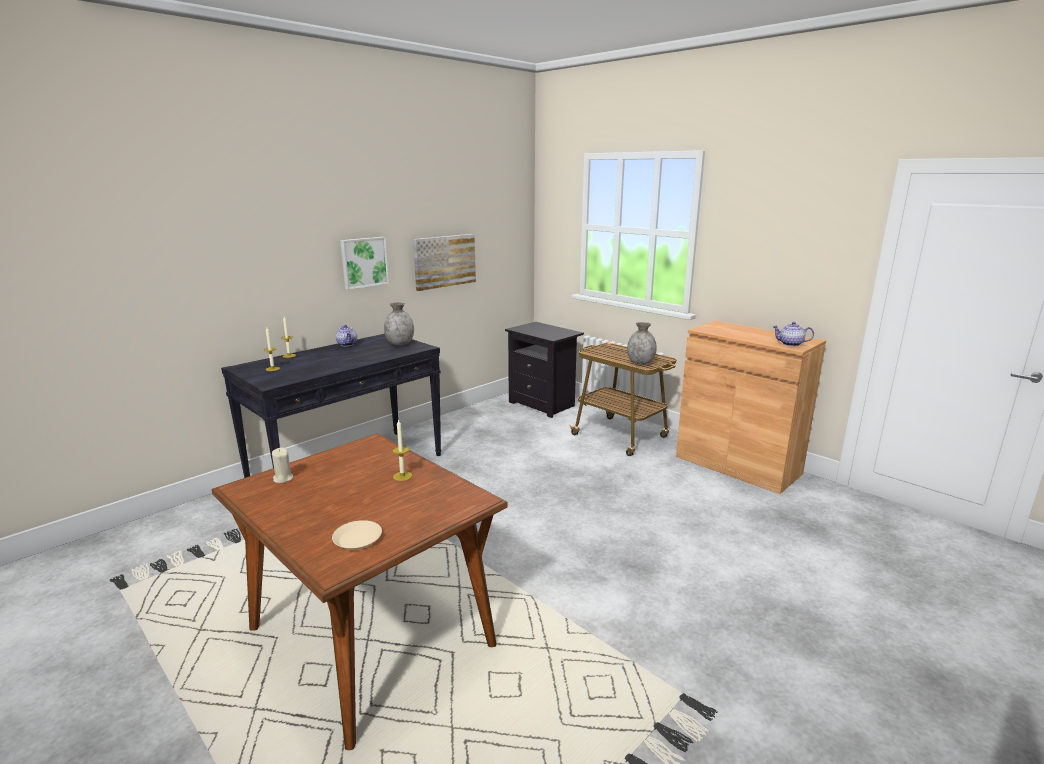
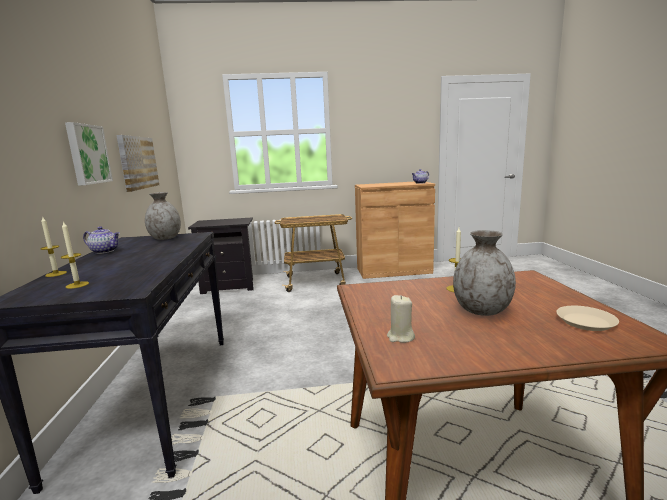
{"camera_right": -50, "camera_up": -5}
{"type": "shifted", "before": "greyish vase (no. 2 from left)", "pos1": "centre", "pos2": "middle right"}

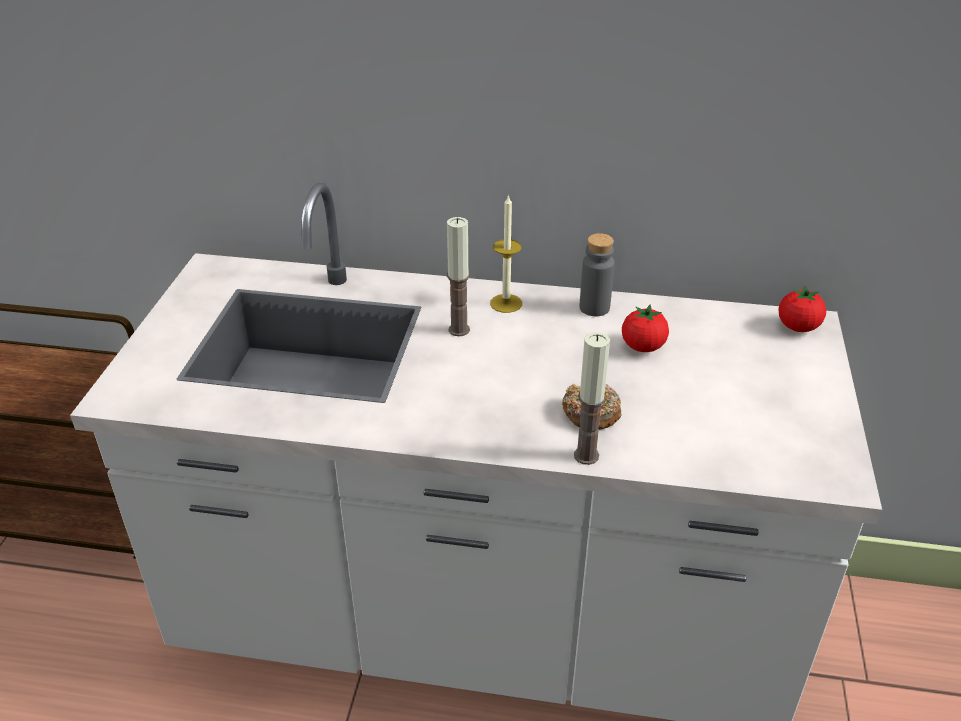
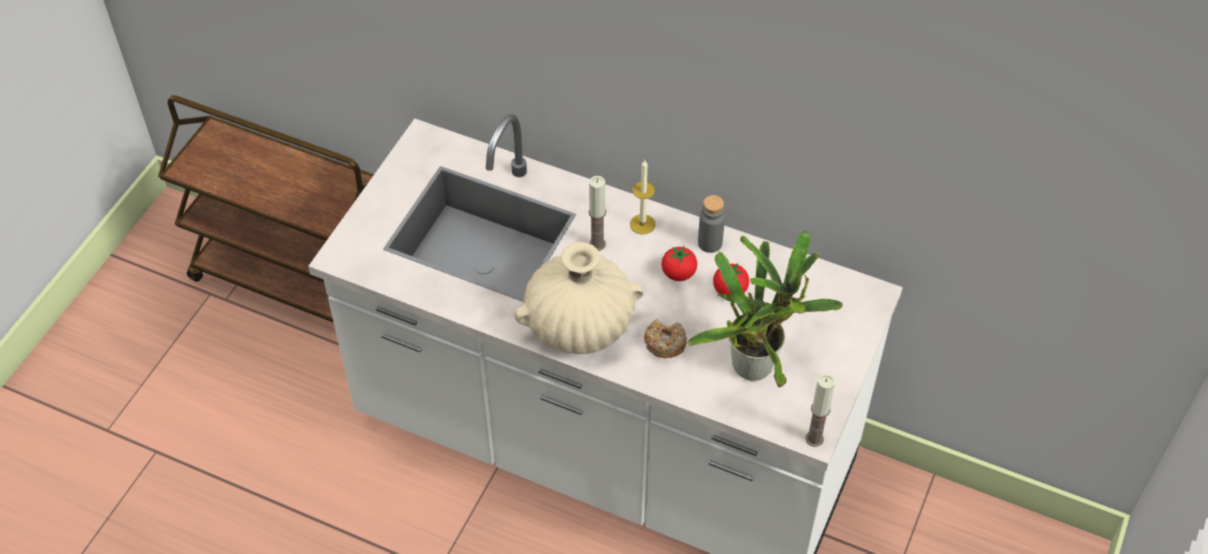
{"camera_right": 15, "camera_up": 15}
{"type": "new", "after": "beige vase", "pos2": "centre"}
{"type": "shifted", "before": "tomato (no. 2 from left in the first image)", "after": "tomato (no. 1 from left)", "pos1": "middle right", "pos2": "centre"}
{"type": "new", "after": "houseplant", "pos2": "centre"}
{"type": "shifted", "before": "candle (no. 3 from left)", "pos1": "centre", "pos2": "bottom right"}

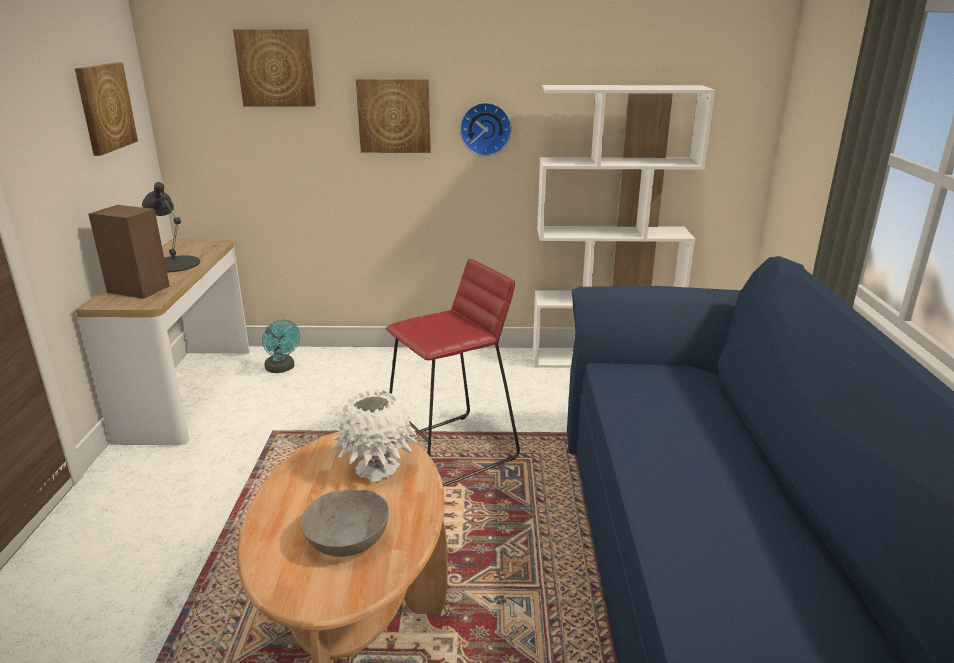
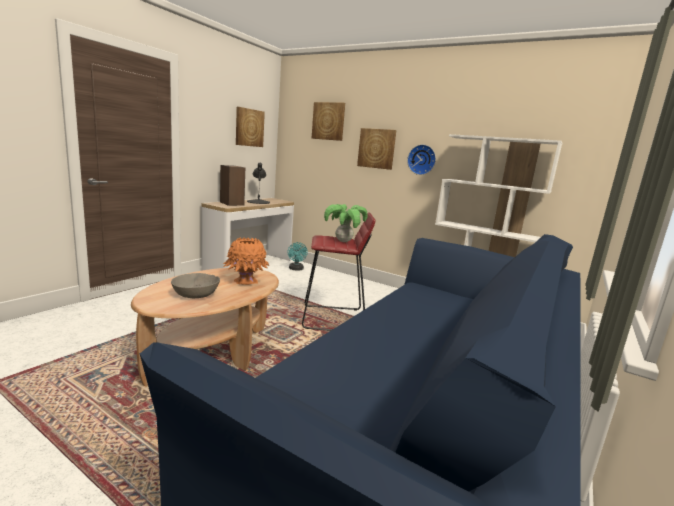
{"camera_right": 30, "camera_up": -10}
{"type": "repainted", "before": "white vase", "after": "orangey vase", "pos1": "centre", "pos2": "centre"}
{"type": "new", "after": "houseplant", "pos2": "centre"}

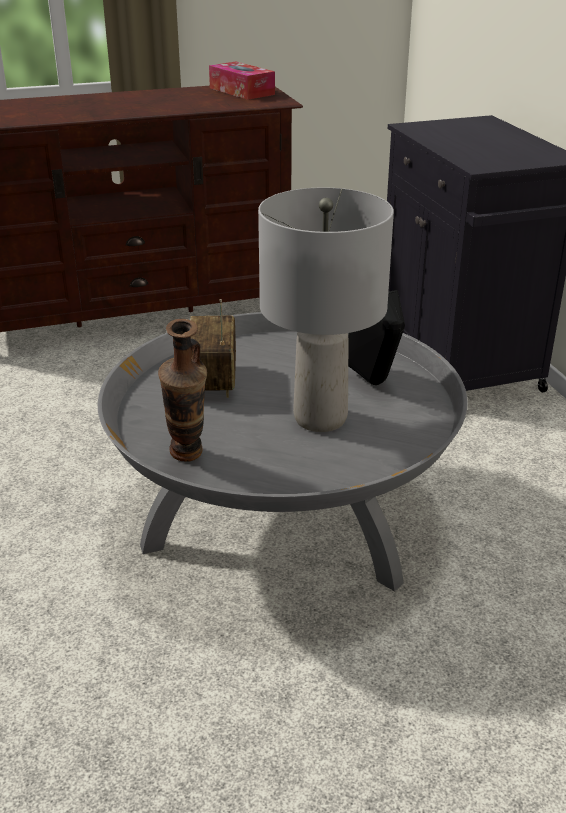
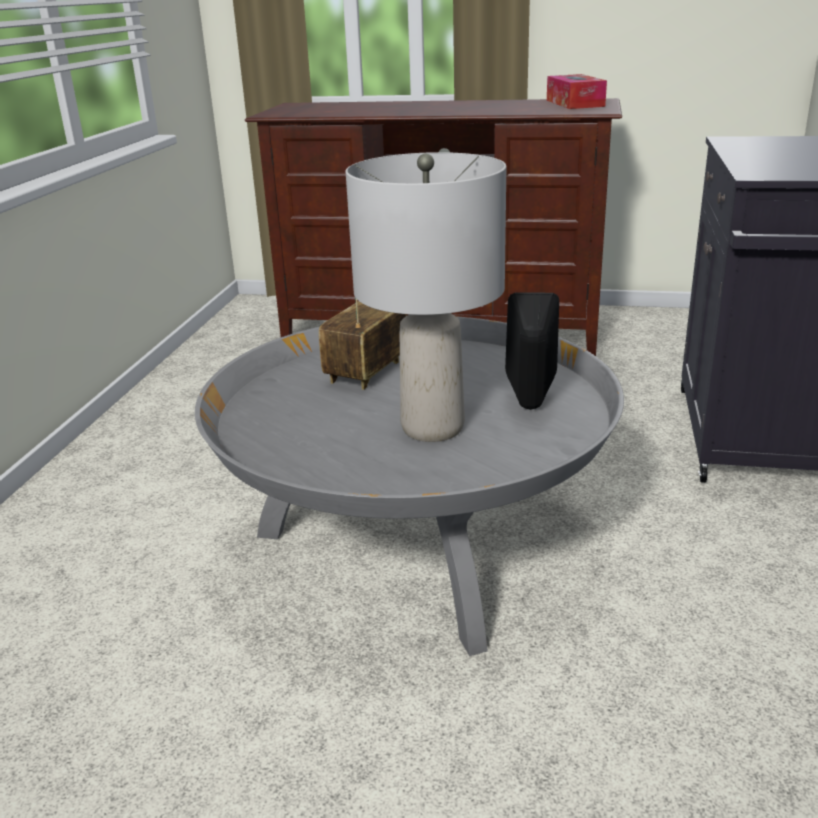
{"camera_right": 30, "camera_up": -5}
{"type": "gone", "before": "vase", "pos1": "middle left"}

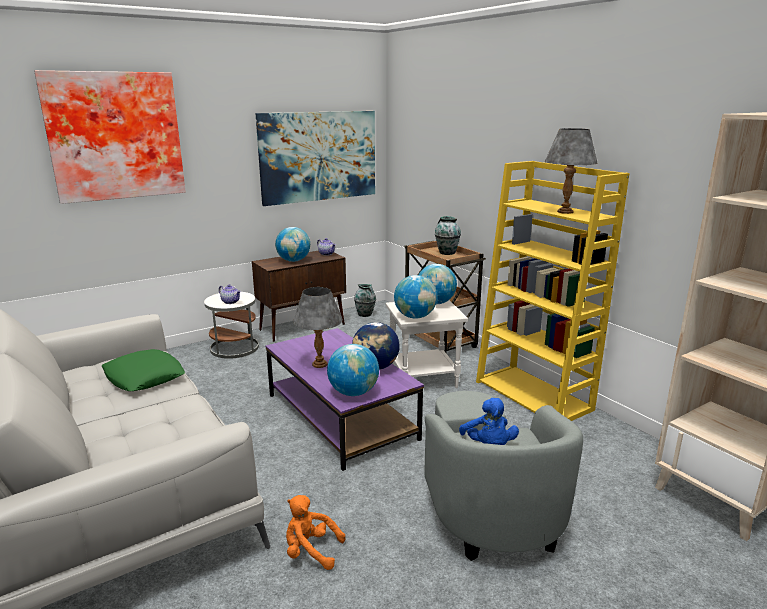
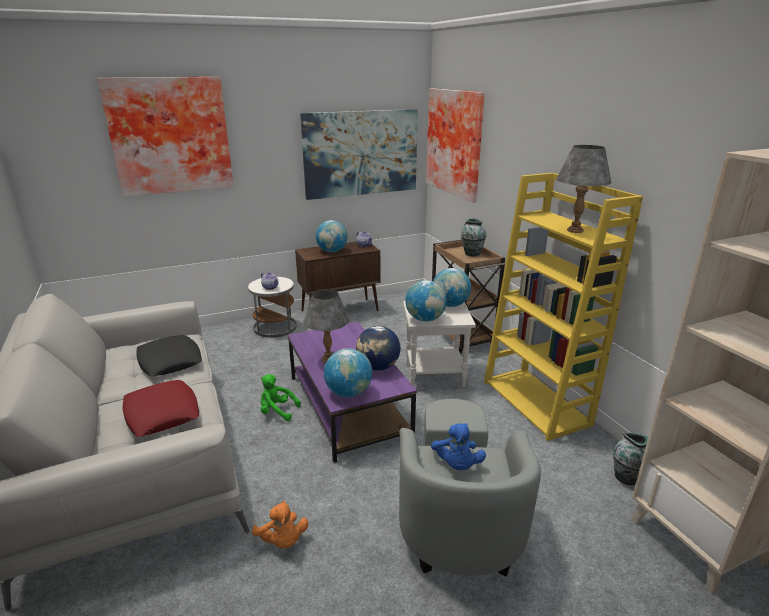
{"camera_right": 10, "camera_up": 5}
{"type": "new", "after": "red cushion", "pos2": "middle left"}
{"type": "repainted", "before": "green-coloured cushion", "after": "black cushion", "pos1": "middle left", "pos2": "middle left"}
{"type": "rotated", "before": "orangey plush toy", "pos1": "bottom centre", "pos2": "bottom centre", "turn": -150}
{"type": "new", "after": "green-coloured plush toy", "pos2": "centre"}
{"type": "new", "after": "picture (no. 3 from left)", "pos2": "top centre"}
{"type": "shifted", "before": "vase (no. 1 from left in the first image)", "after": "vase (no. 2 from left)", "pos1": "centre", "pos2": "bottom right"}

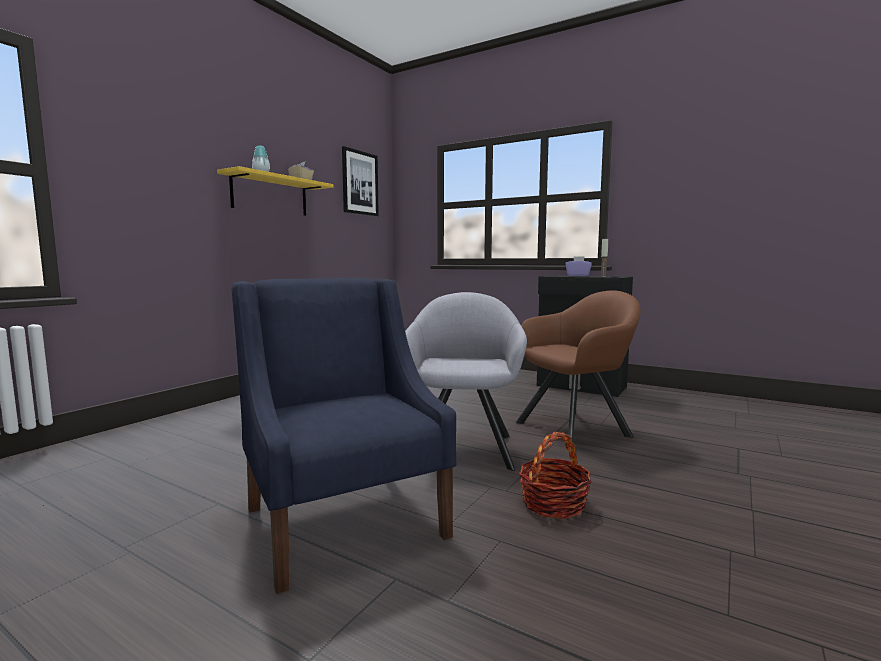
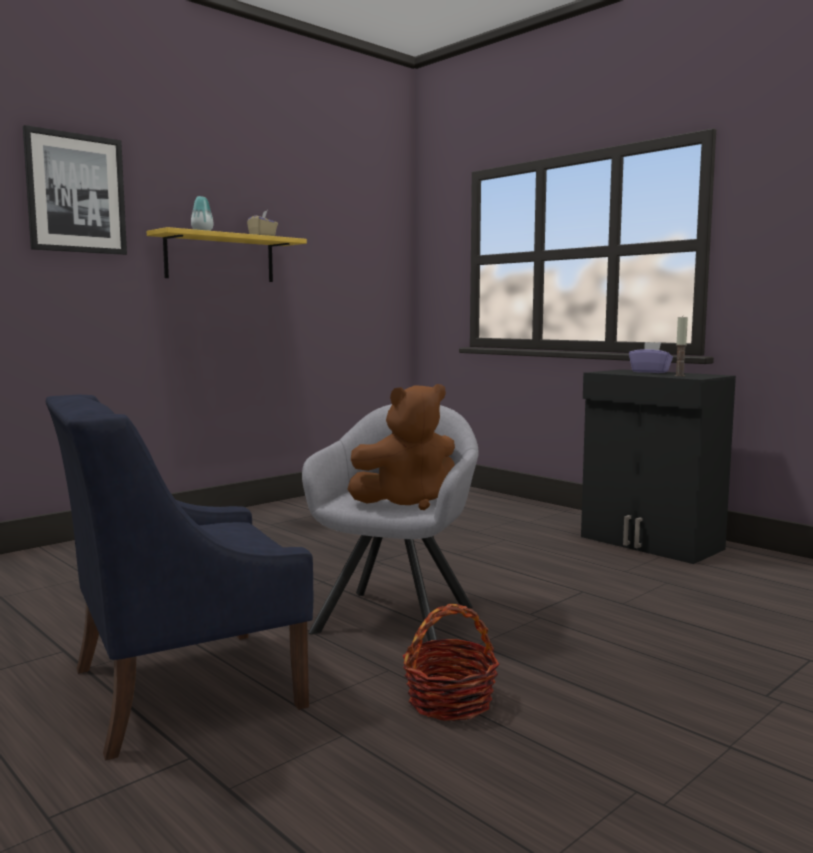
{"camera_right": 15, "camera_up": 0}
{"type": "shifted", "before": "picture", "pos1": "top centre", "pos2": "top left"}
{"type": "rotated", "before": "blue-coloured easy chair", "pos1": "centre", "pos2": "bottom left", "turn": -105}
{"type": "new", "after": "brownish plush toy", "pos2": "centre"}
{"type": "gone", "before": "brownish easy chair", "pos1": "centre"}

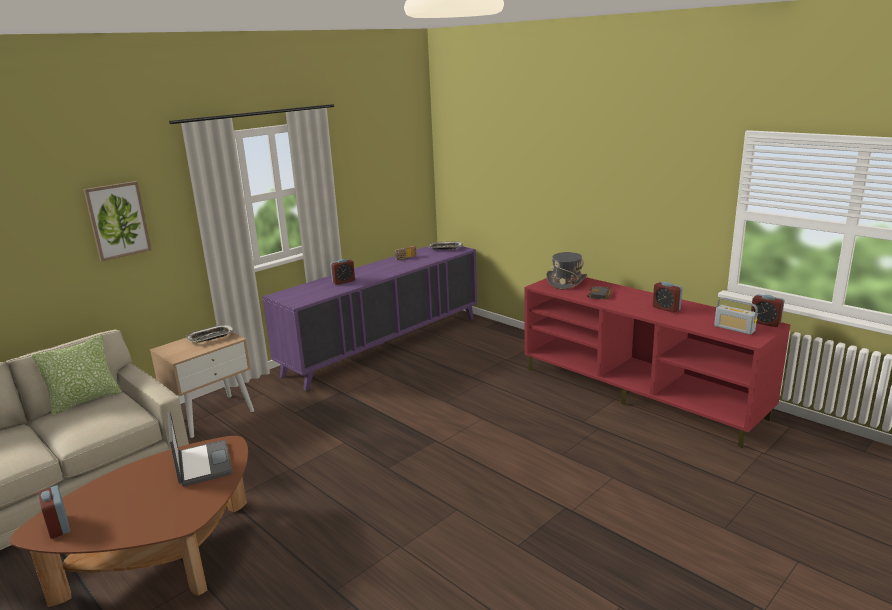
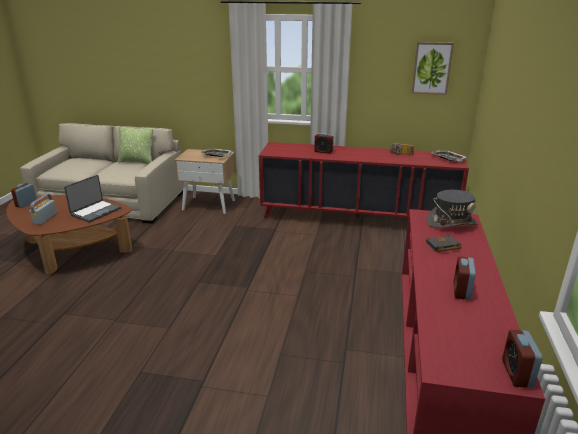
{"camera_right": 55, "camera_up": 5}
{"type": "shifted", "before": "radio set (no. 2 from left in the first image)", "after": "radio set (no. 1 from left)", "pos1": "middle right", "pos2": "middle left"}
{"type": "repainted", "before": "purple cabinet", "after": "red cabinet", "pos1": "centre", "pos2": "centre"}
{"type": "shifted", "before": "picture", "pos1": "middle left", "pos2": "top right"}

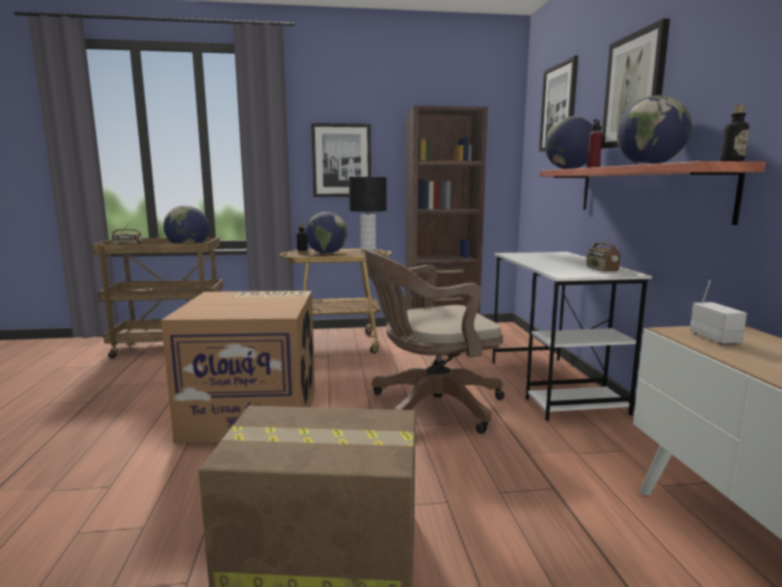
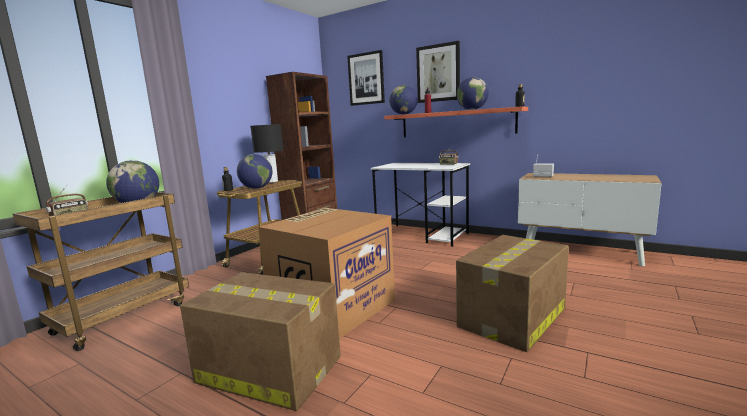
{"camera_right": -50, "camera_up": 0}
{"type": "new", "after": "packing box (no. 1 from left)", "pos2": "bottom centre"}
{"type": "gone", "before": "picture (no. 1 from left)", "pos1": "top centre"}
{"type": "gone", "before": "brownish desk chair", "pos1": "centre"}

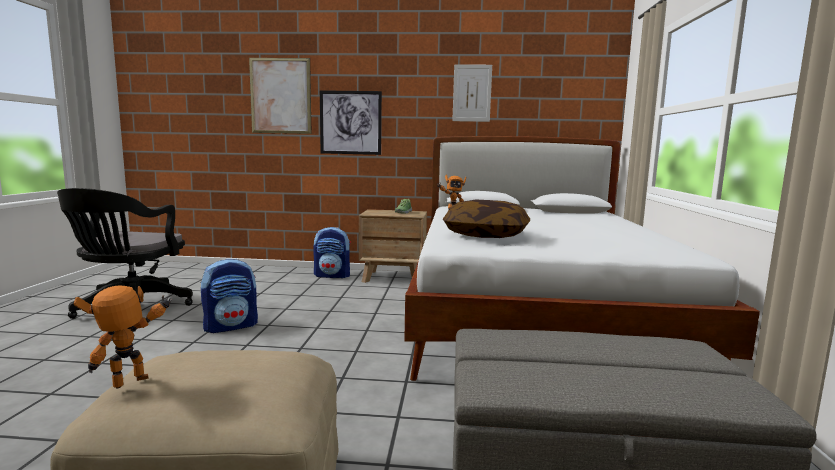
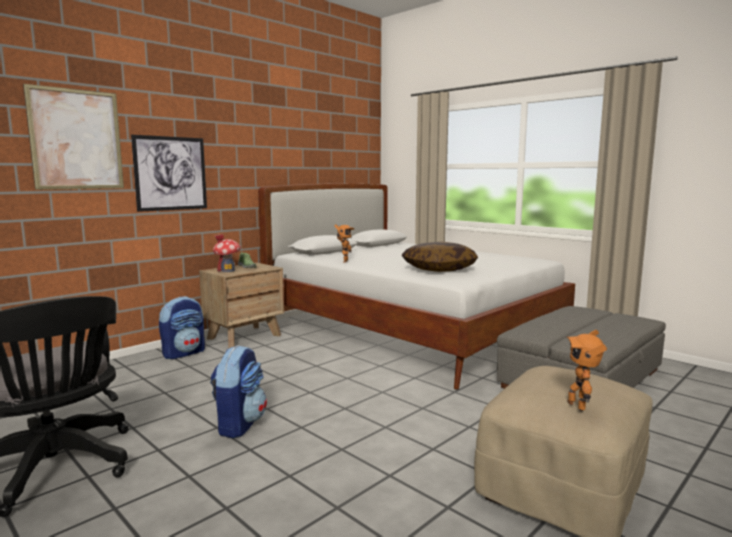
{"camera_right": -50, "camera_up": 0}
{"type": "new", "after": "model house", "pos2": "middle left"}
{"type": "gone", "before": "picture (no. 3 from left)", "pos1": "top centre"}

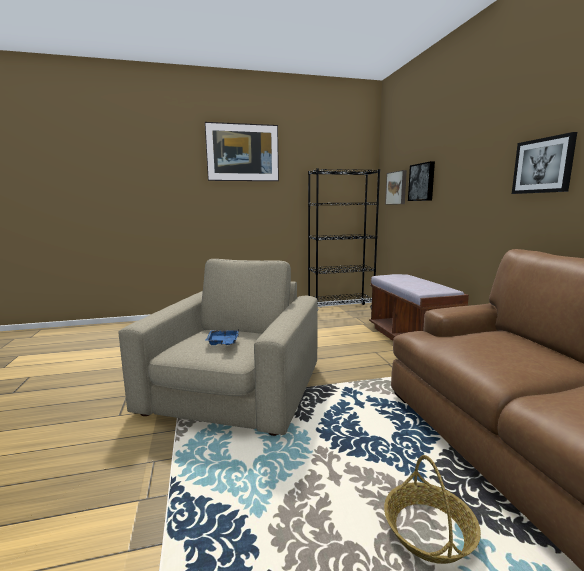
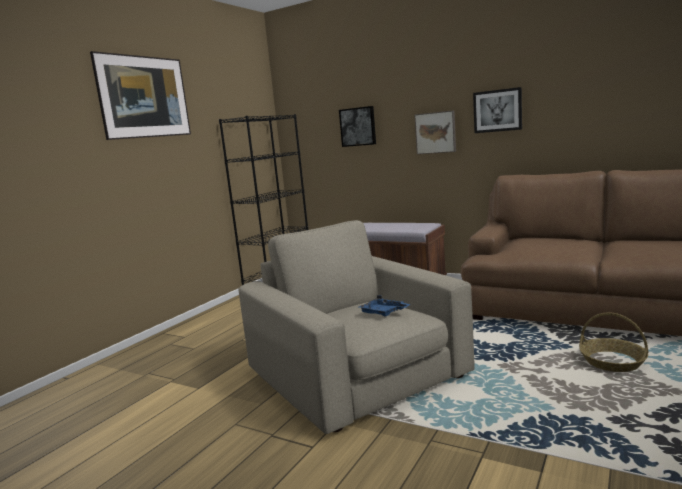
{"camera_right": -45, "camera_up": 0}
{"type": "shifted", "before": "picture (no. 2 from left in the first image)", "after": "picture (no. 3 from left)", "pos1": "top right", "pos2": "top centre"}

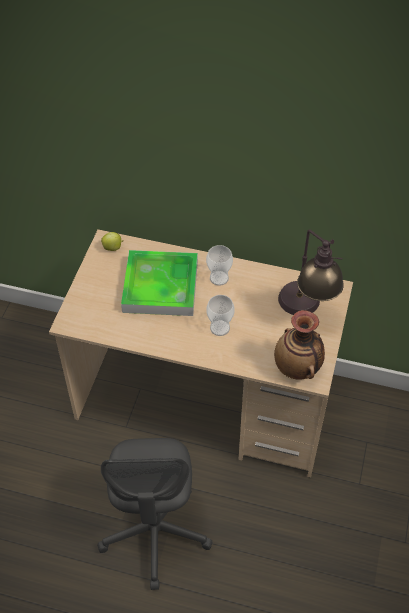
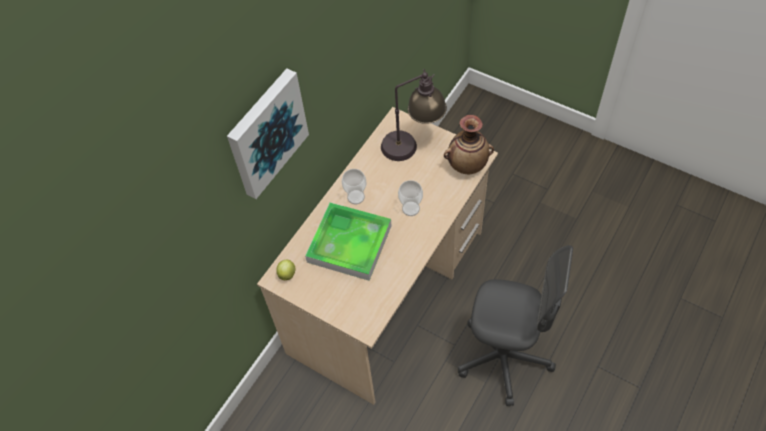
{"camera_right": -70, "camera_up": 5}
{"type": "new", "after": "picture", "pos2": "top centre"}

